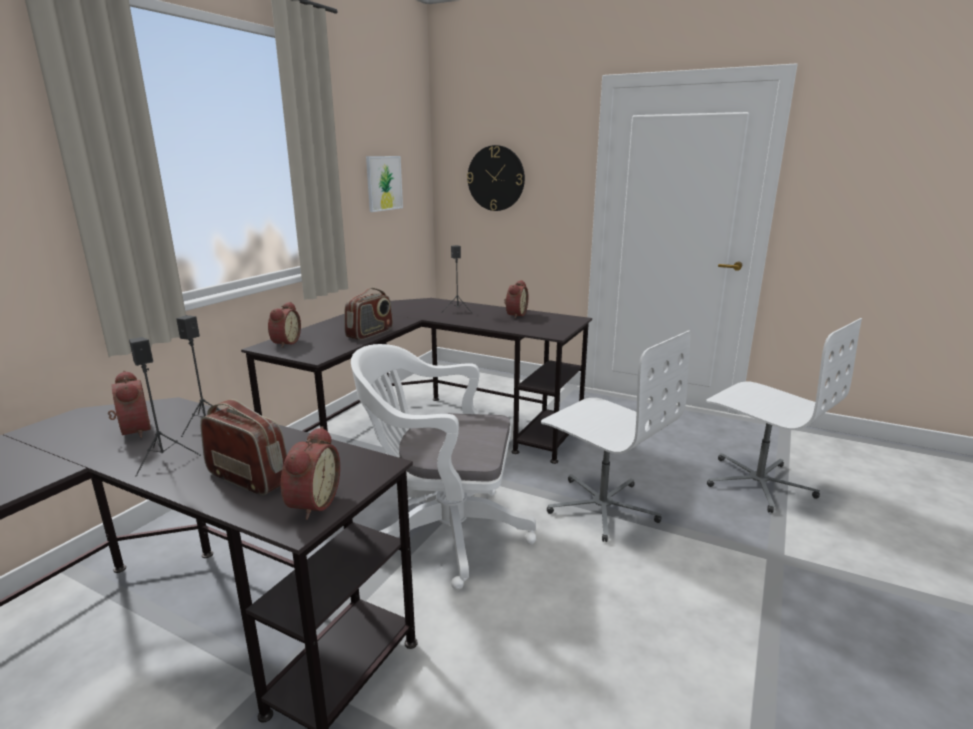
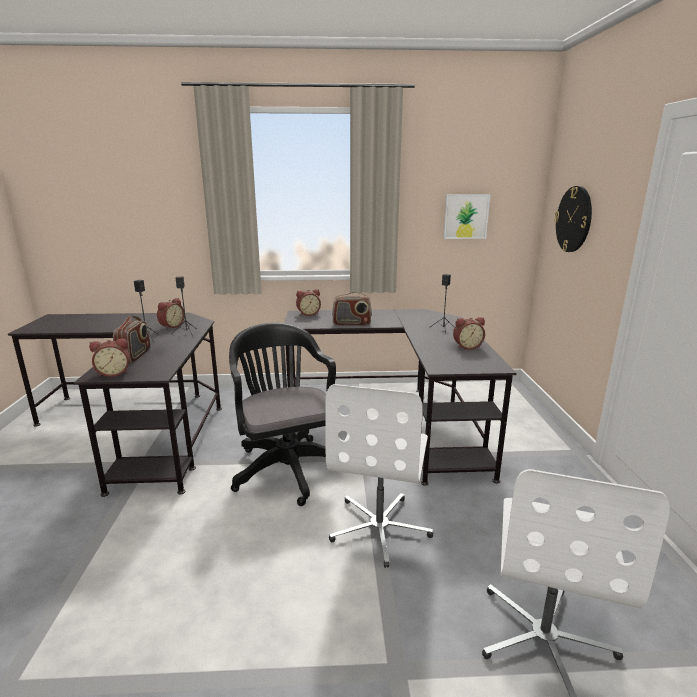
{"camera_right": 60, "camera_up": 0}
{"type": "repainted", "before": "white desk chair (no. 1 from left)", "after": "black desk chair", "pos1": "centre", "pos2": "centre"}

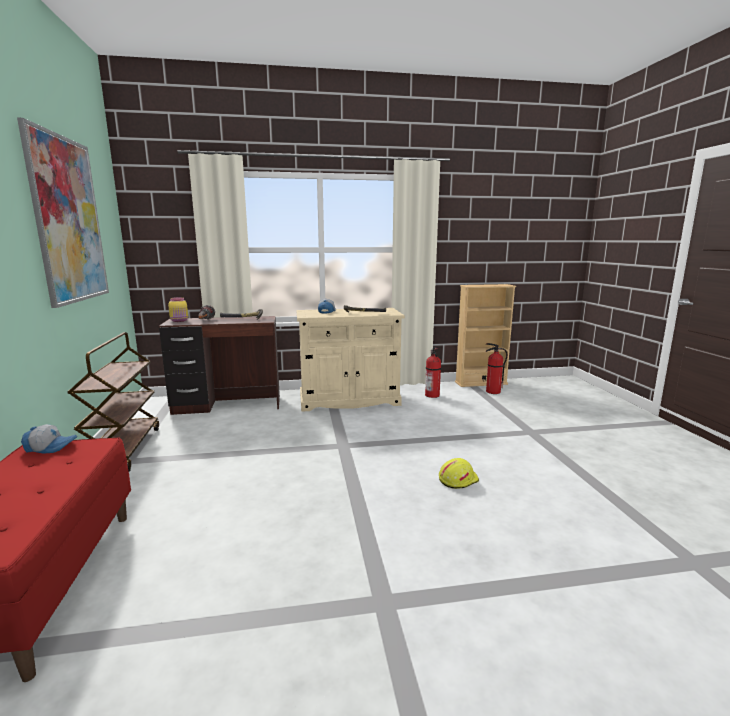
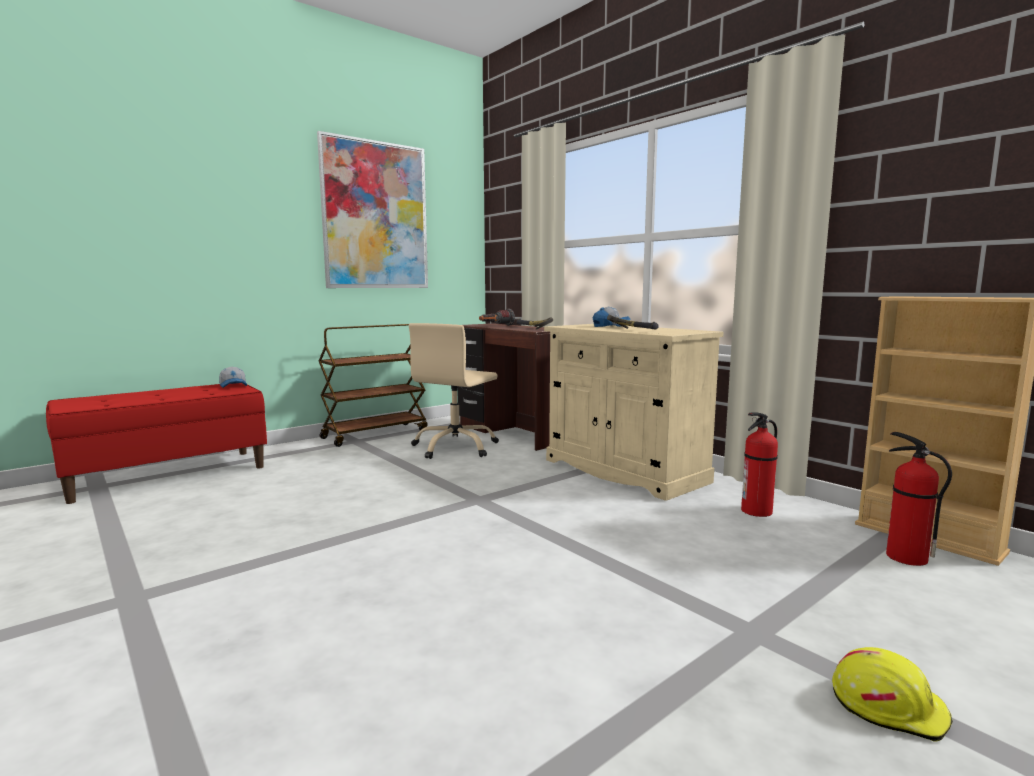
{"camera_right": 60, "camera_up": -5}
{"type": "new", "after": "beige desk chair", "pos2": "centre"}
{"type": "shifted", "before": "yellow hard hat", "pos1": "centre", "pos2": "bottom right"}
{"type": "gone", "before": "yellow jar", "pos1": "middle left"}

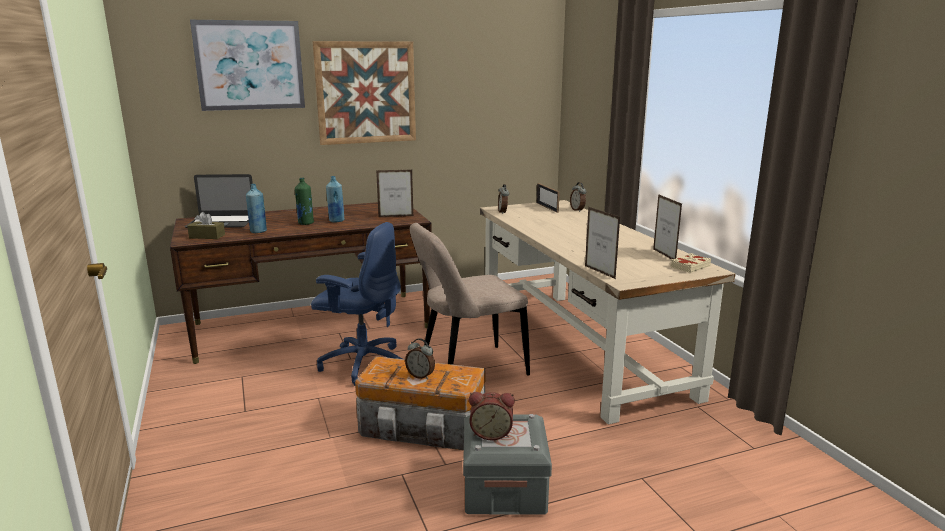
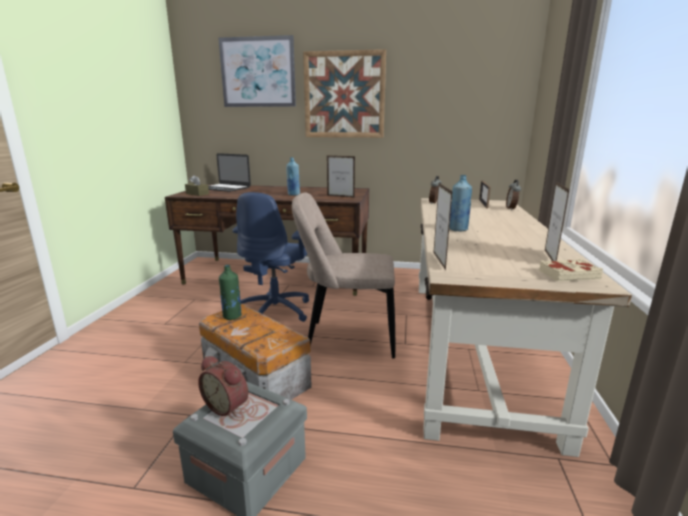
{"camera_right": 30, "camera_up": 0}
{"type": "shifted", "before": "green-coloured beverage bottle", "pos1": "middle left", "pos2": "centre"}
{"type": "rotated", "before": "blue-coloured desk chair", "pos1": "centre", "pos2": "centre", "turn": 60}
{"type": "shifted", "before": "blue-coloured beverage bottle (no. 1 from left in the first image)", "after": "blue-coloured beverage bottle (no. 2 from left)", "pos1": "middle left", "pos2": "middle right"}
{"type": "gone", "before": "bedside clock (no. 1 from left)", "pos1": "bottom centre"}

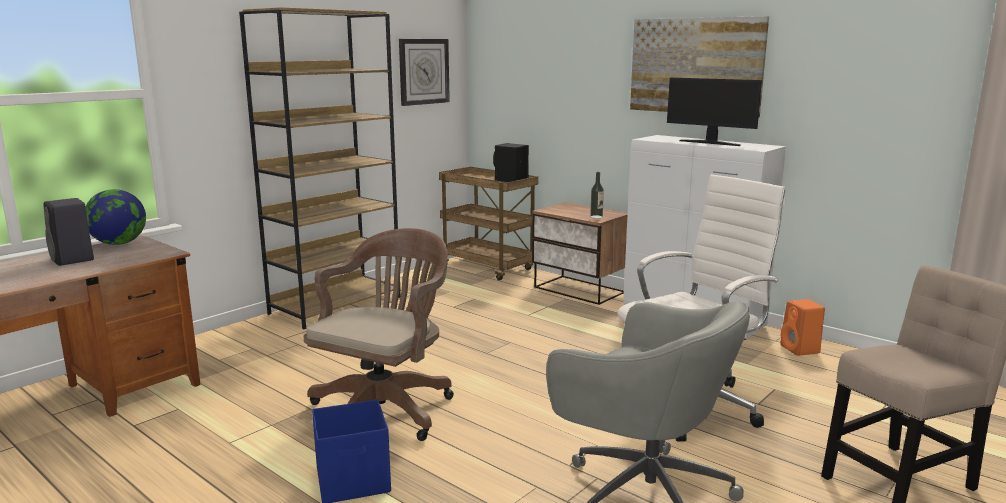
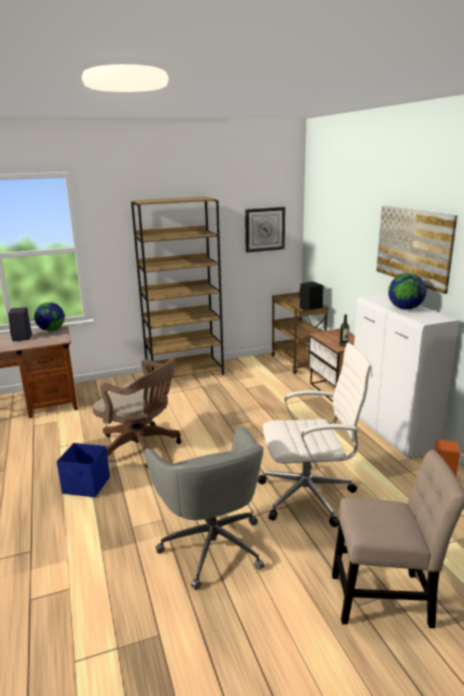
{"camera_right": 30, "camera_up": 5}
{"type": "rotated", "before": "brownish desk chair", "pos1": "centre", "pos2": "middle left", "turn": 60}
{"type": "swapped", "before": "monitor", "after": "world globe (no. 2 from left)", "pos1": "top right", "pos2": "middle right"}

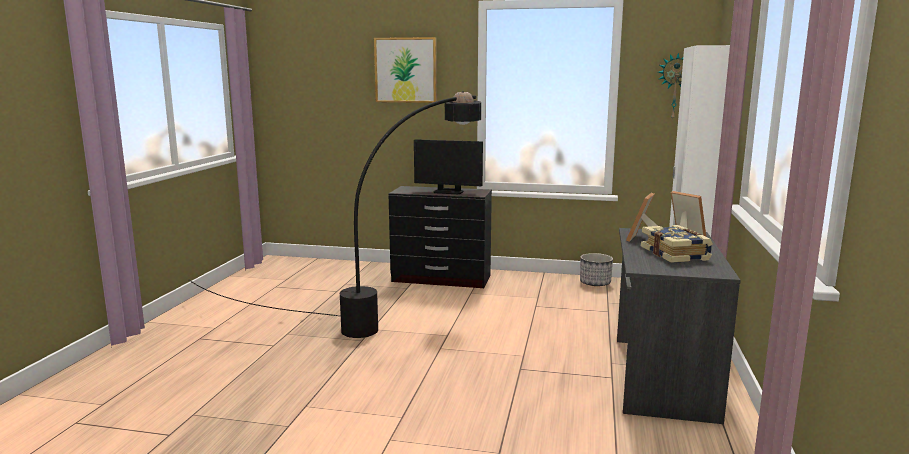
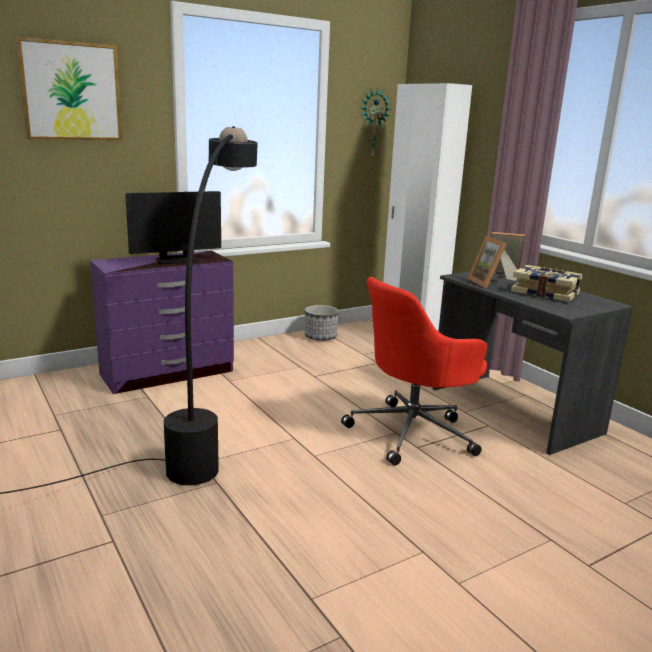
{"camera_right": -45, "camera_up": 5}
{"type": "repainted", "before": "black chest of drawers", "after": "purple chest of drawers", "pos1": "centre", "pos2": "middle left"}
{"type": "new", "after": "red desk chair", "pos2": "centre"}

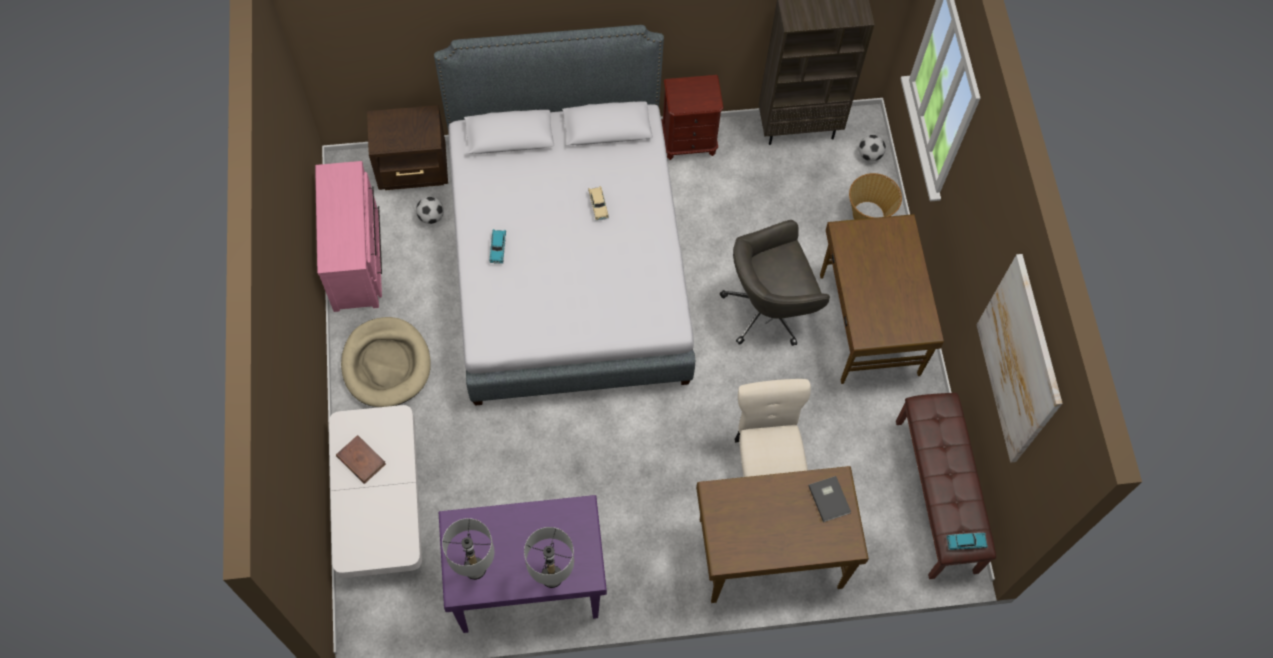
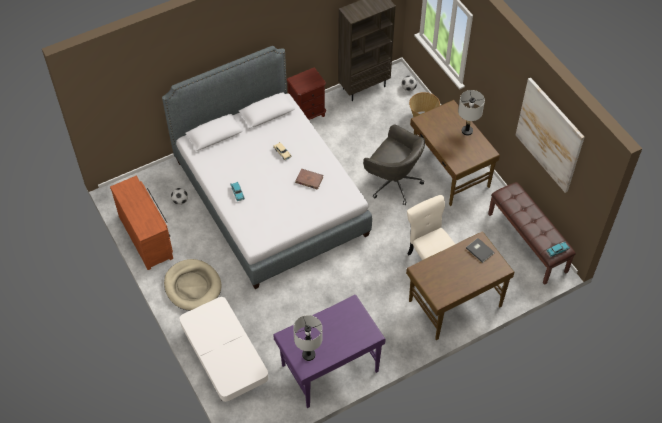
{"camera_right": -20, "camera_up": -10}
{"type": "repainted", "before": "pink-coloured chest of drawers", "after": "brownish chest of drawers", "pos1": "middle left", "pos2": "middle left"}
{"type": "shifted", "before": "brownish bound book", "pos1": "bottom left", "pos2": "centre"}
{"type": "rotated", "before": "greyish desk chair", "pos1": "centre", "pos2": "centre", "turn": -105}
{"type": "shifted", "before": "greyish tabletop lamp (no. 2 from left)", "pos1": "bottom centre", "pos2": "top right"}
{"type": "gone", "before": "brownish night table (no. 1 from left)", "pos1": "top left"}

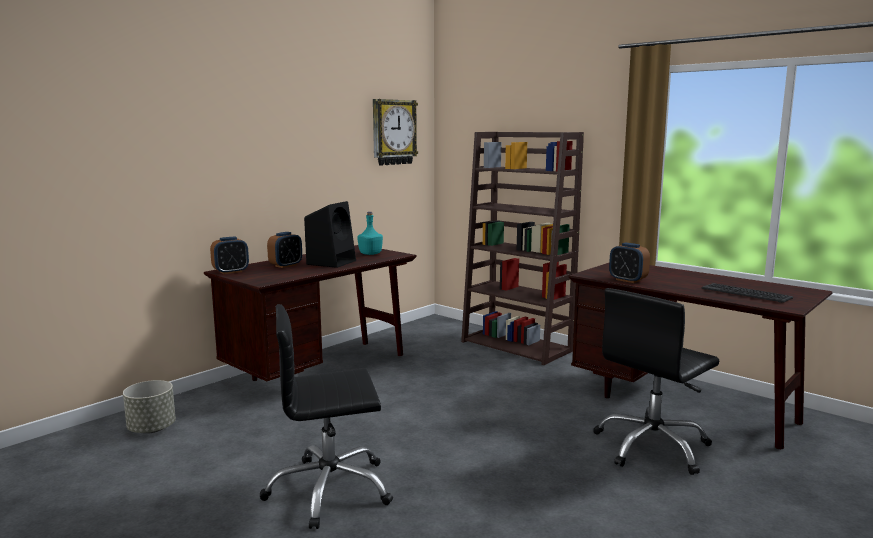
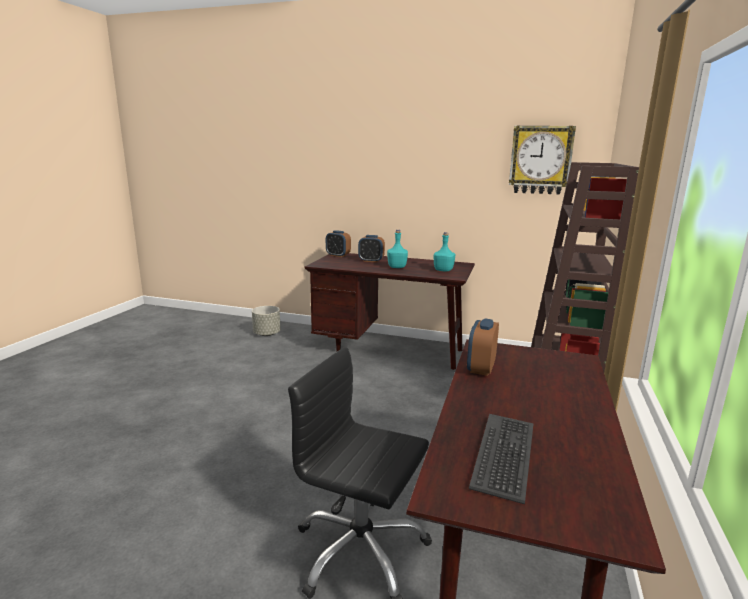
{"camera_right": 65, "camera_up": 5}
{"type": "swapped", "before": "black speaker", "after": "turquoise beverage bottle (no. 1 from left)", "pos1": "centre", "pos2": "centre"}
{"type": "gone", "before": "black desk chair (no. 1 from left)", "pos1": "bottom centre"}

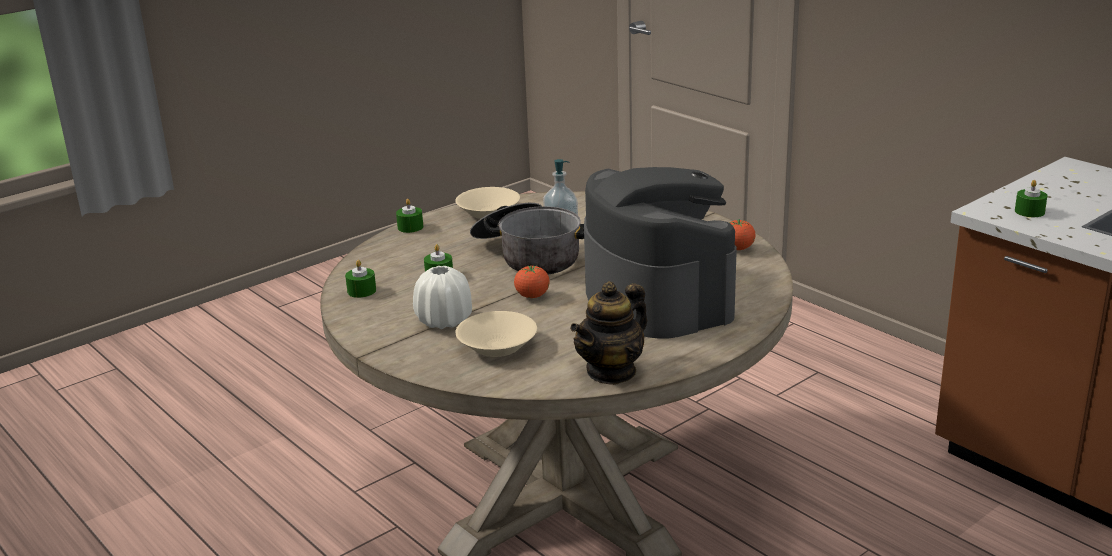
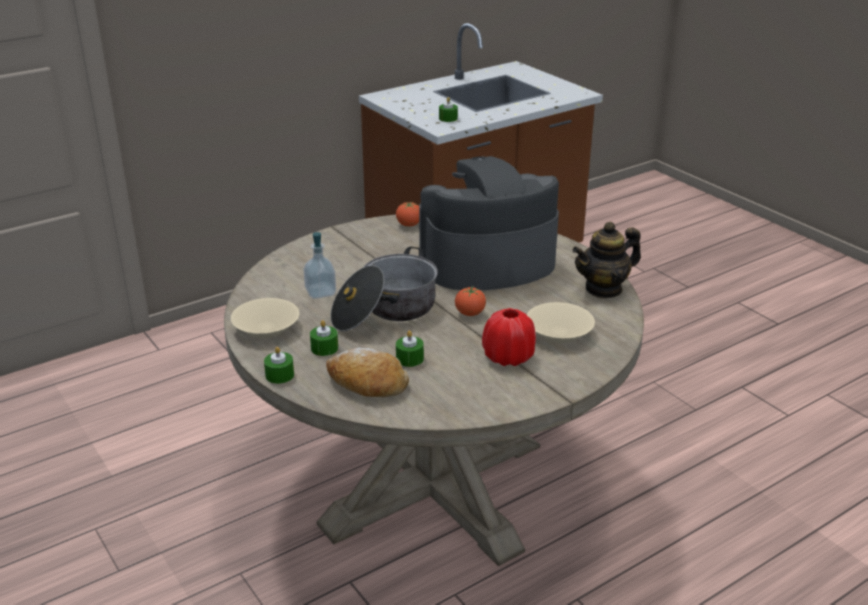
{"camera_right": -85, "camera_up": 5}
{"type": "shifted", "before": "green-coloured candle (no. 1 from left in the first image)", "after": "green-coloured candle (no. 2 from left)", "pos1": "middle left", "pos2": "centre"}
{"type": "new", "after": "bread", "pos2": "centre"}
{"type": "repainted", "before": "white vase", "after": "red vase", "pos1": "centre", "pos2": "centre"}
{"type": "rotated", "before": "tea pot", "pos1": "centre", "pos2": "middle right", "turn": 105}

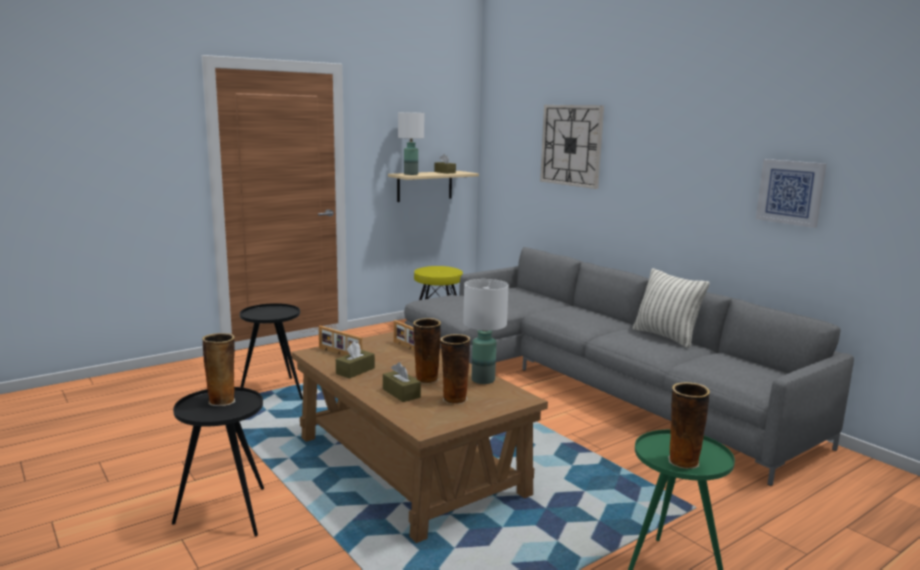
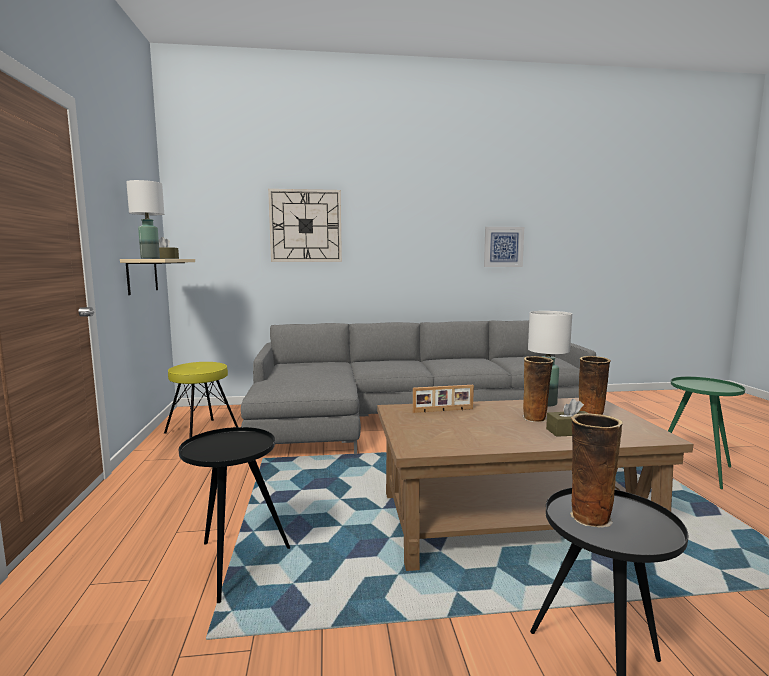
{"camera_right": -60, "camera_up": -5}
{"type": "gone", "before": "picture frame (no. 1 from left)", "pos1": "centre"}
{"type": "gone", "before": "brownish tissue holder (no. 1 from left)", "pos1": "centre"}
{"type": "gone", "before": "cushion", "pos1": "middle right"}
{"type": "gone", "before": "vase (no. 4 from left)", "pos1": "bottom right"}

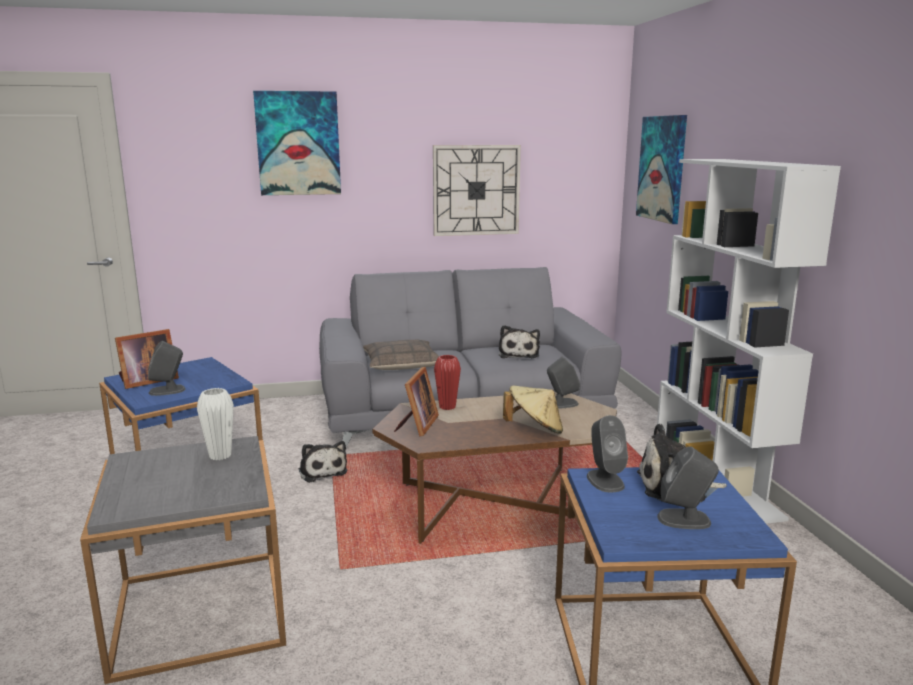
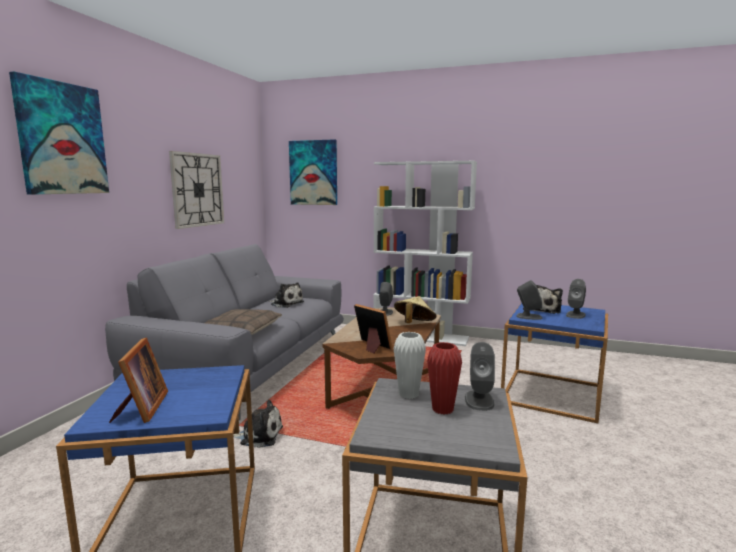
{"camera_right": -60, "camera_up": -5}
{"type": "shifted", "before": "red vase", "pos1": "centre", "pos2": "bottom centre"}
{"type": "shifted", "before": "greyish speaker (no. 1 from left in the first image)", "after": "greyish speaker (no. 2 from left)", "pos1": "middle left", "pos2": "bottom centre"}

